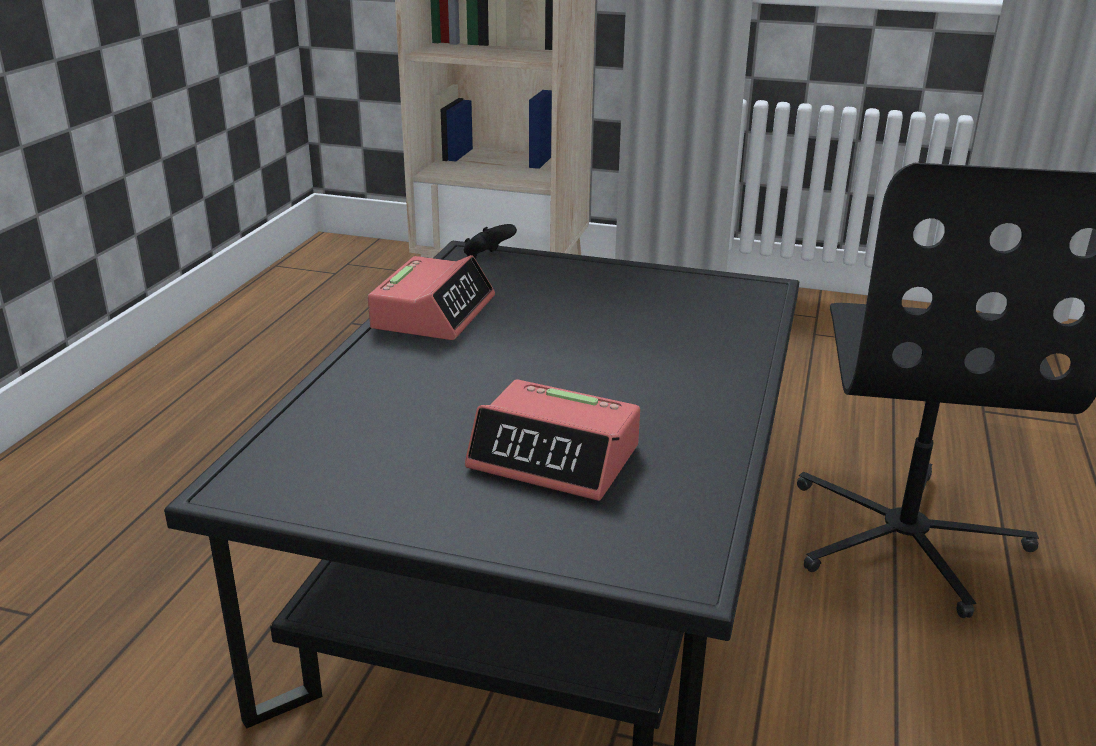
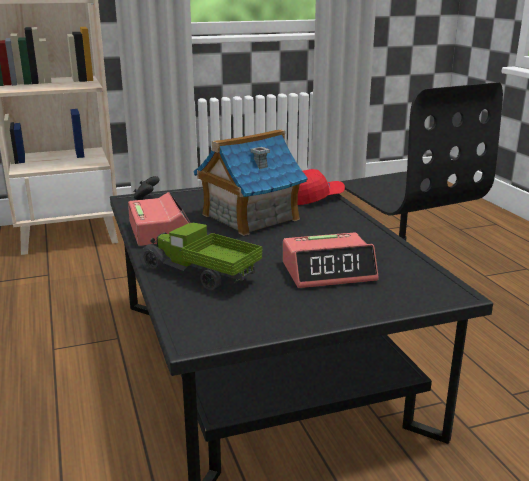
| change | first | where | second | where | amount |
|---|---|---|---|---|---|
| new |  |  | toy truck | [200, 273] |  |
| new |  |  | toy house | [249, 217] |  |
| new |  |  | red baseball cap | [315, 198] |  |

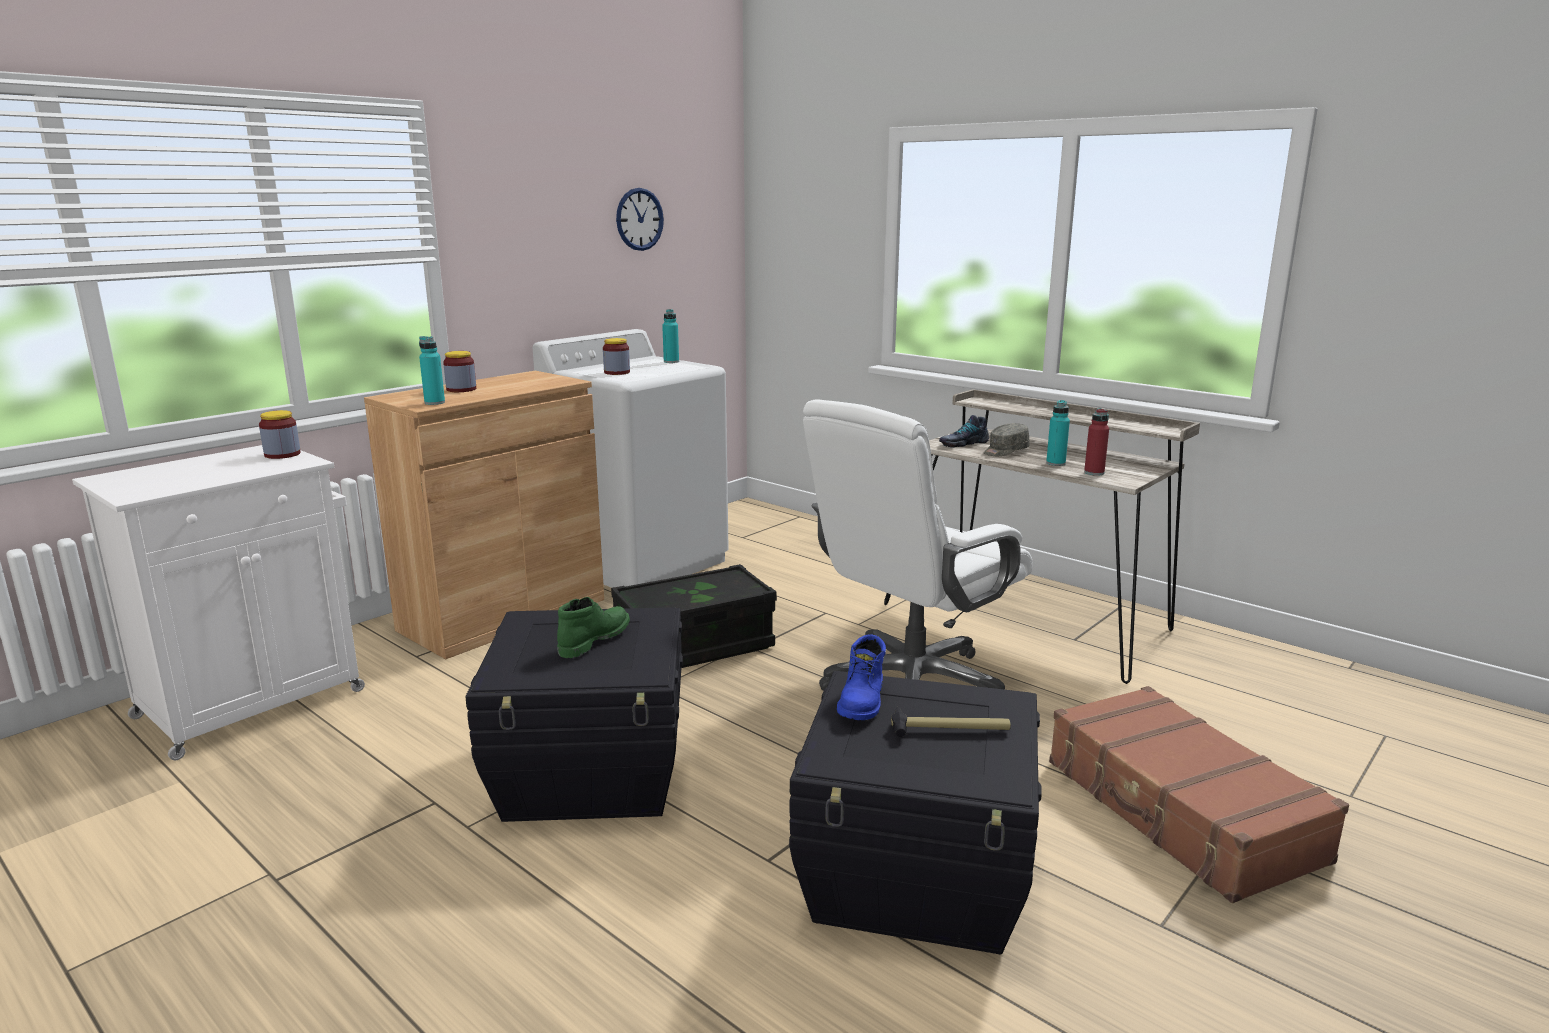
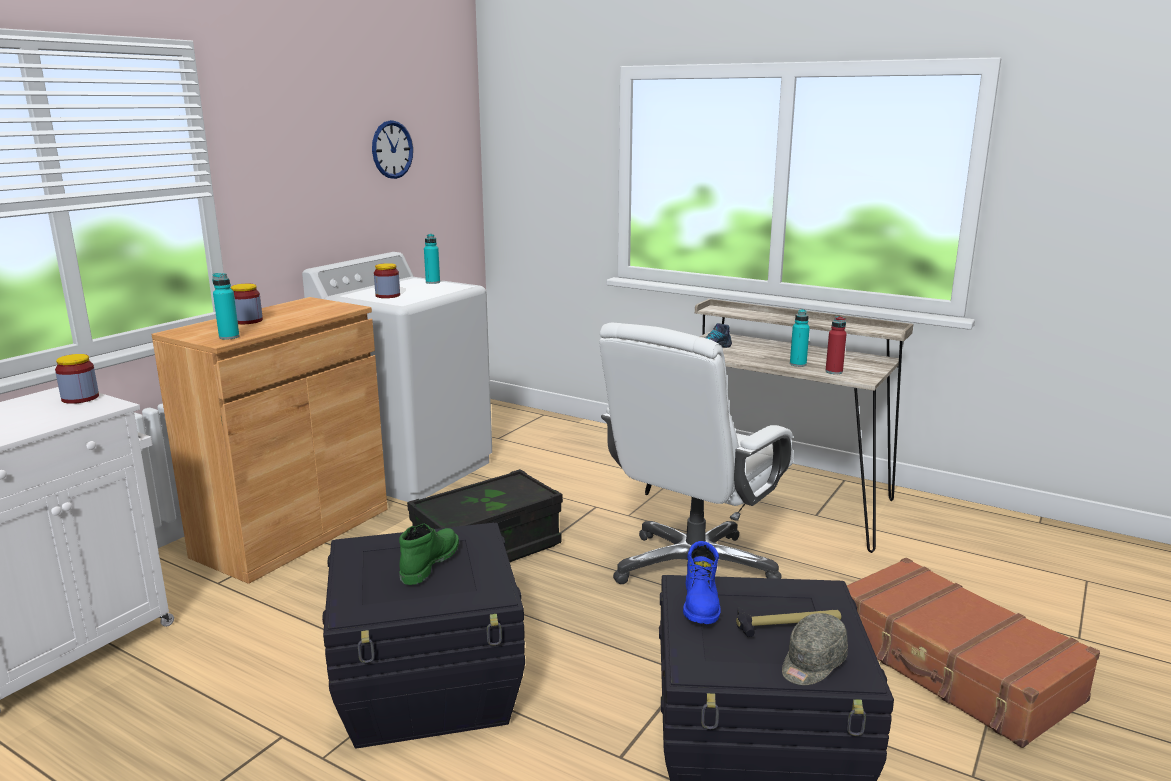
| change | first | where | second | where | amount |
|---|---|---|---|---|---|
| shifted | grey baseball cap | [1005, 451] |  | [812, 664] |  |

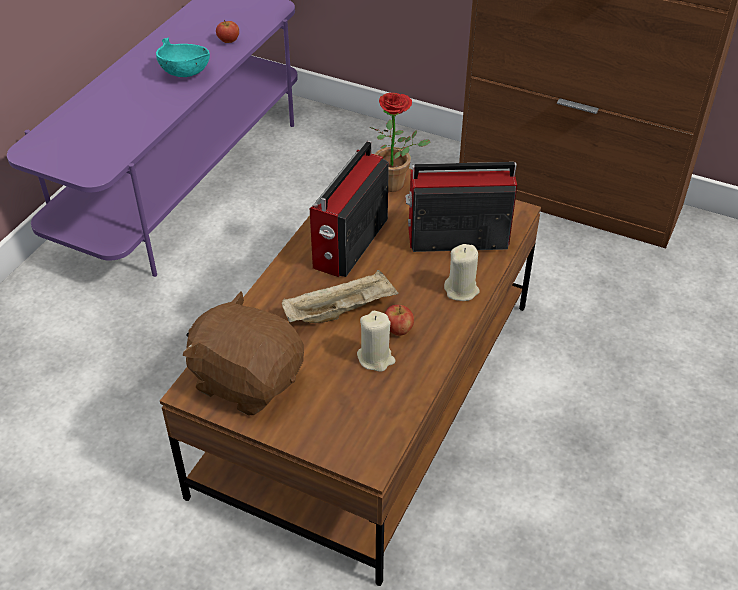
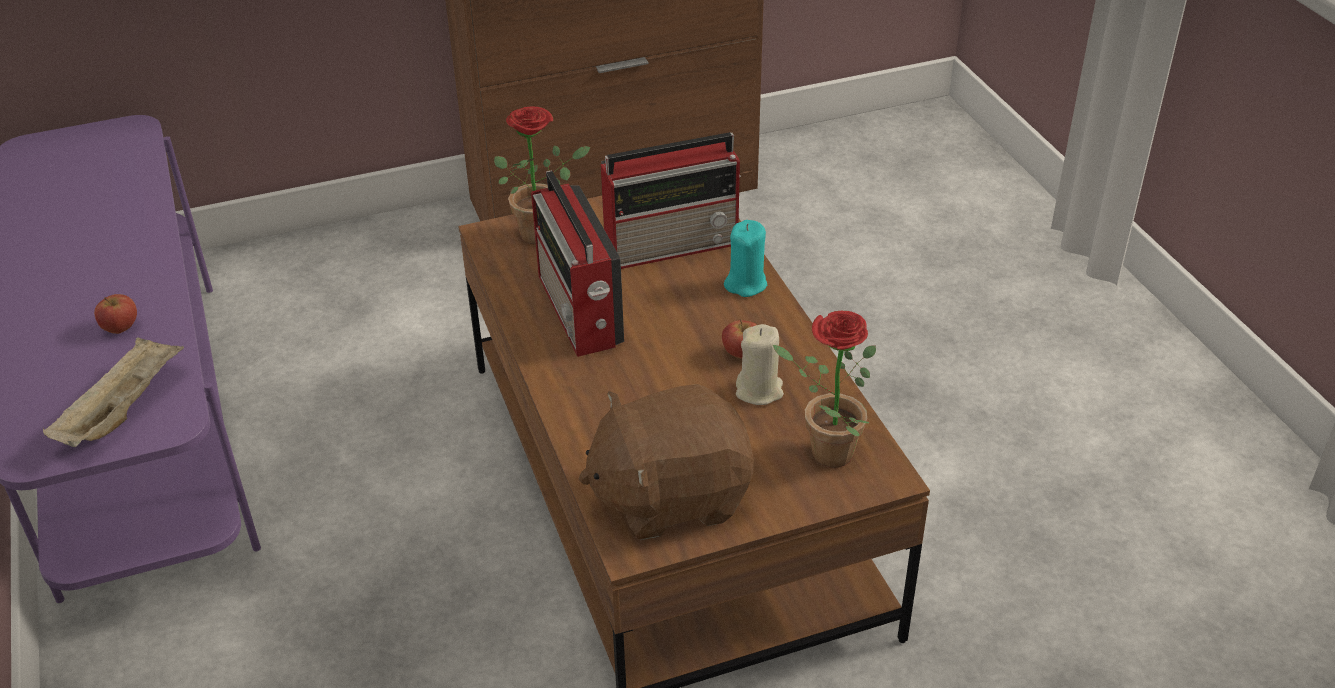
| change | first | where | second | where | amount |
|---|---|---|---|---|---|
| shifted | beige carrying tray | [341, 311] |  | [122, 409] |  |
| shifted | whole apple | [228, 41] |  | [121, 328] |  |
| rotated | radio set | [455, 239] |  | [674, 245] | 150 degrees counterclockwise |
| repainted | beige candle | [461, 290] | blue-green candle | [746, 284] |  |
| new |  |  | houseplant | [822, 452] |  |
| gone | blue-green serving bowl | [186, 72] |  |  |  |

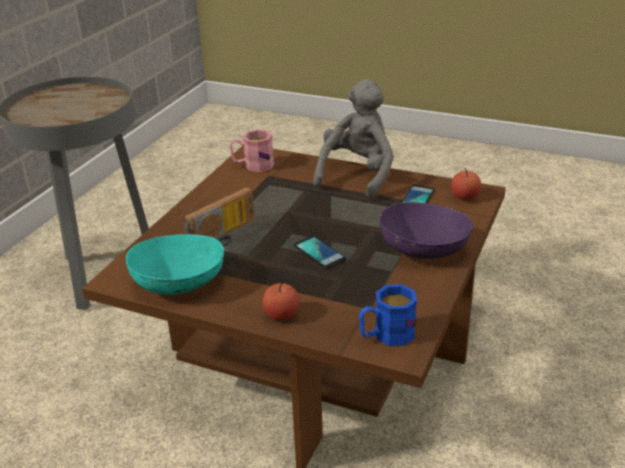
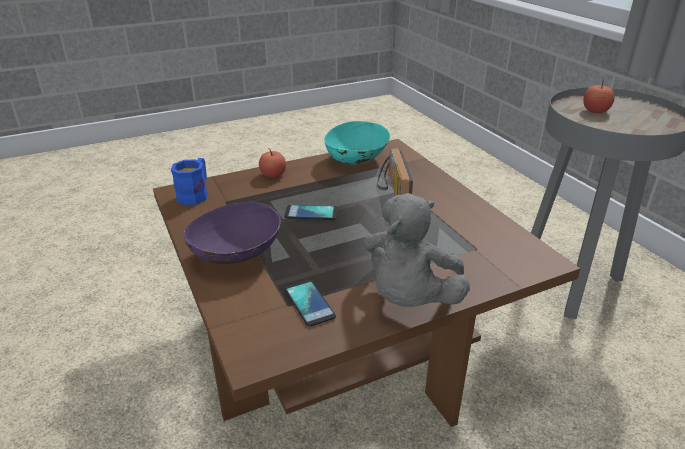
| change | first | where | second | where | amount |
|---|---|---|---|---|---|
| rotated | grey cuddly toy | [357, 175] |  | [410, 298] | 45 degrees clockwise |
| shifted | whole apple | [465, 197] |  | [595, 111] |  |
| gone | pink coffee mug | [253, 165] |  |  |  |

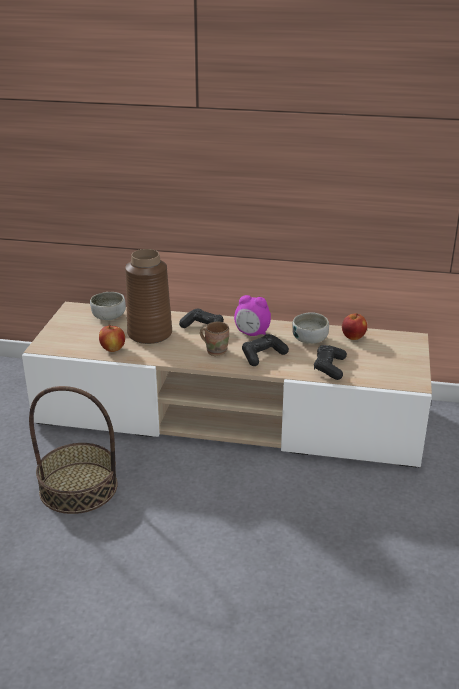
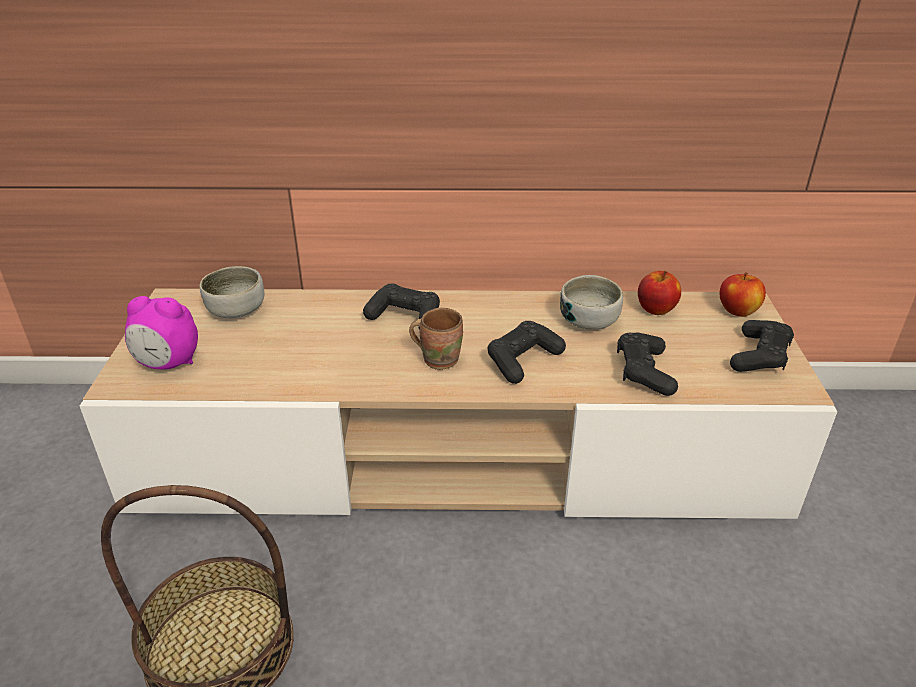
| change | first | where | second | where | amount |
|---|---|---|---|---|---|
| shifted | table clock | [252, 334] |  | [168, 364] |  |
| shifted | whole apple | [113, 349] |  | [738, 311] |  |
| new |  |  | black-coloured game controller | [759, 356] |  |
| gone | brown-coloured vase | [150, 334] |  |  |  |

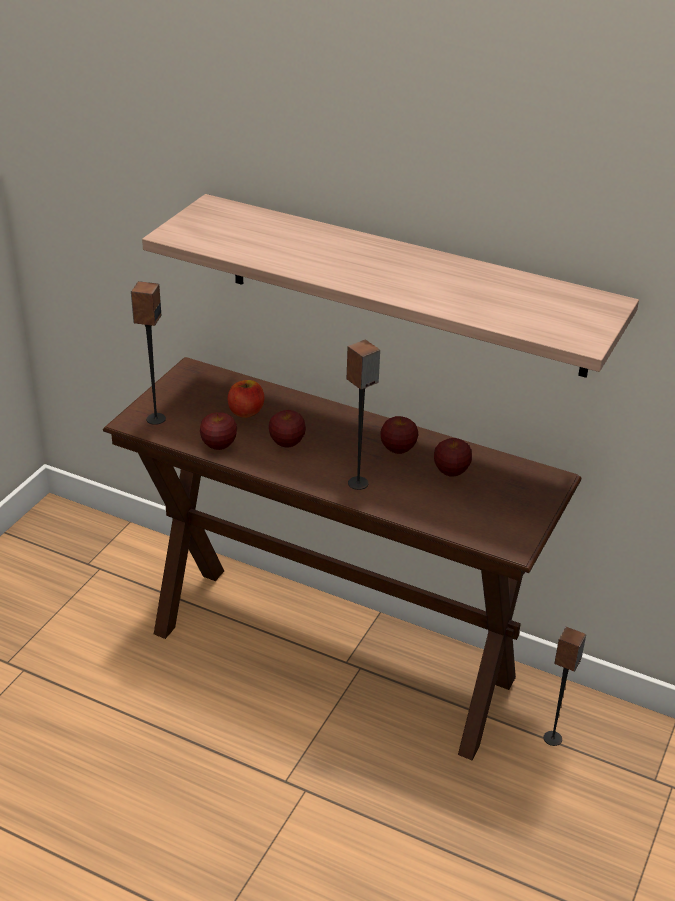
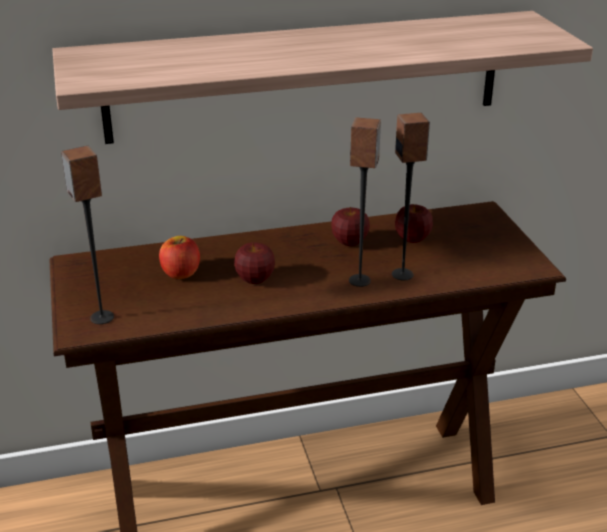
| change | first | where | second | where | amount |
|---|---|---|---|---|---|
| shifted | speaker | [553, 738] |  | [403, 274] |  |
| gone | whole apple | [219, 445] |  |  |  |

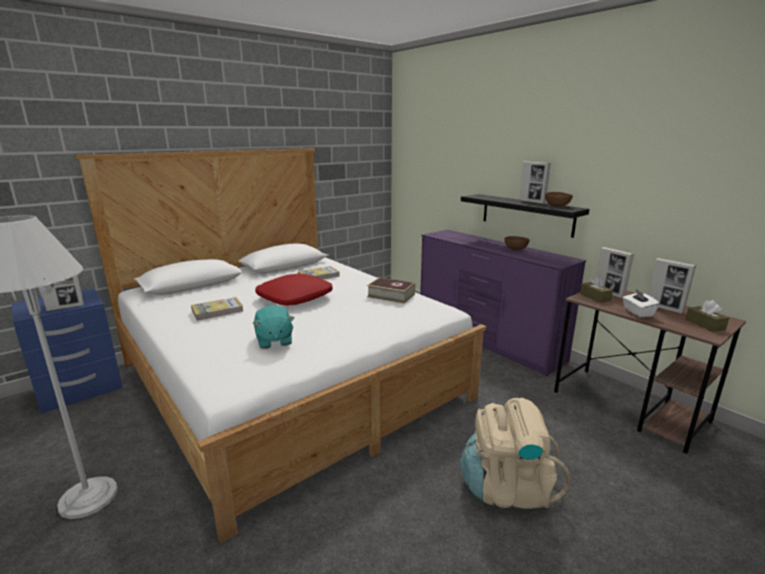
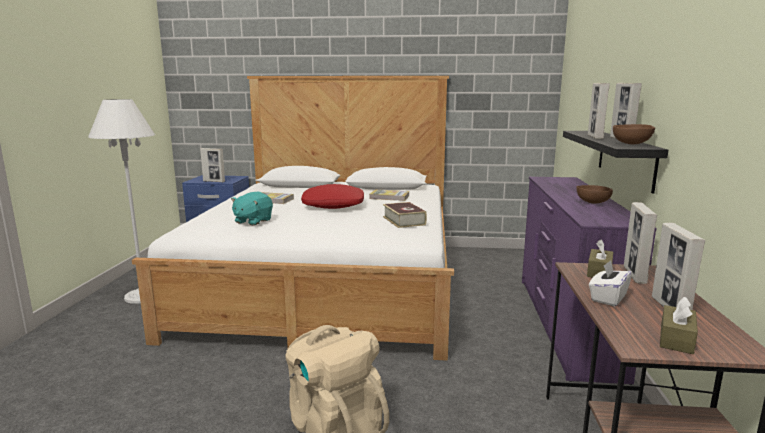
| change | first | where | second | where | amount |
|---|---|---|---|---|---|
| new |  |  | photo frame | [595, 137] |  |

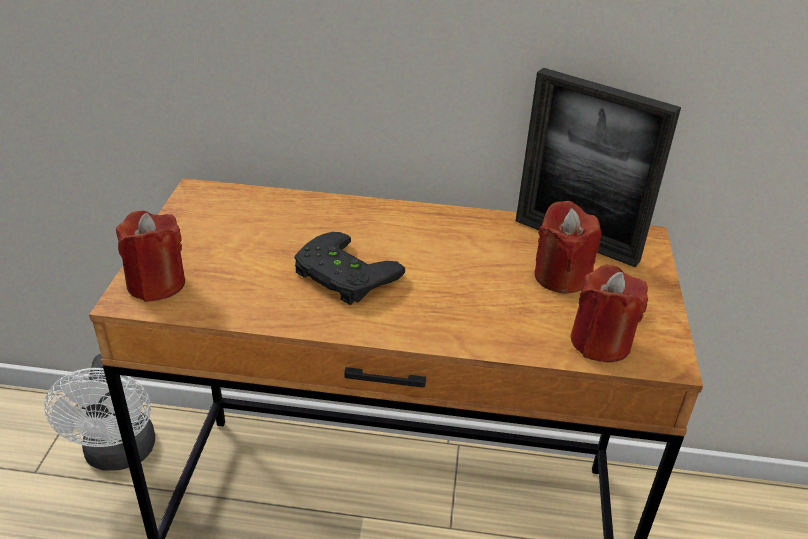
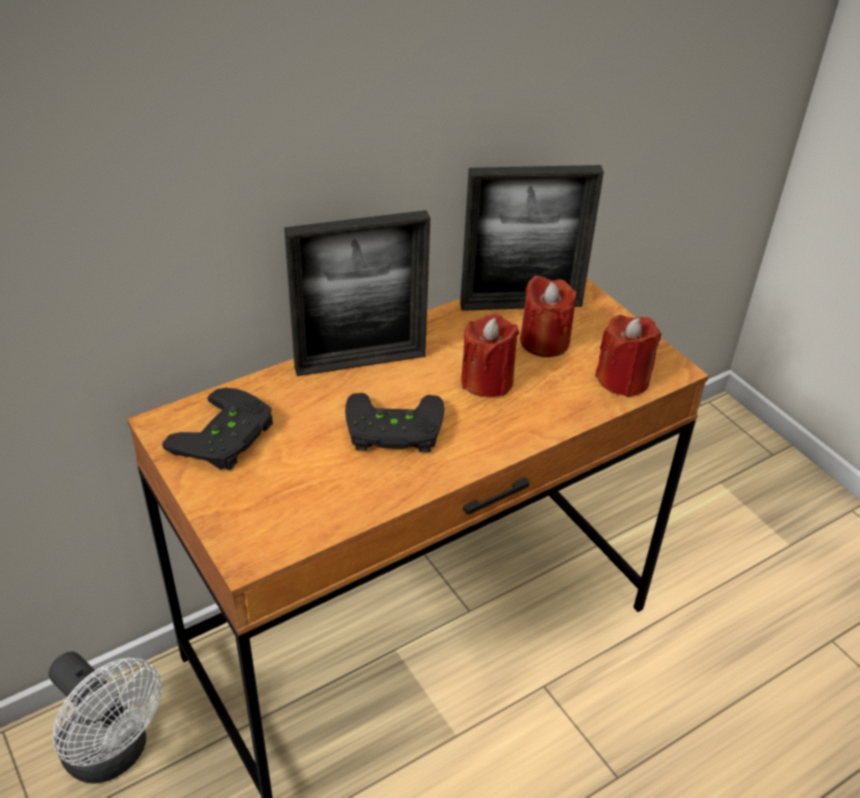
| change | first | where | second | where | amount |
|---|---|---|---|---|---|
| new |  |  | black-coloured game controller | [227, 438] |  |
| new |  |  | photo frame | [360, 362] |  |
| shifted | red candle | [156, 284] |  | [487, 381] |  |

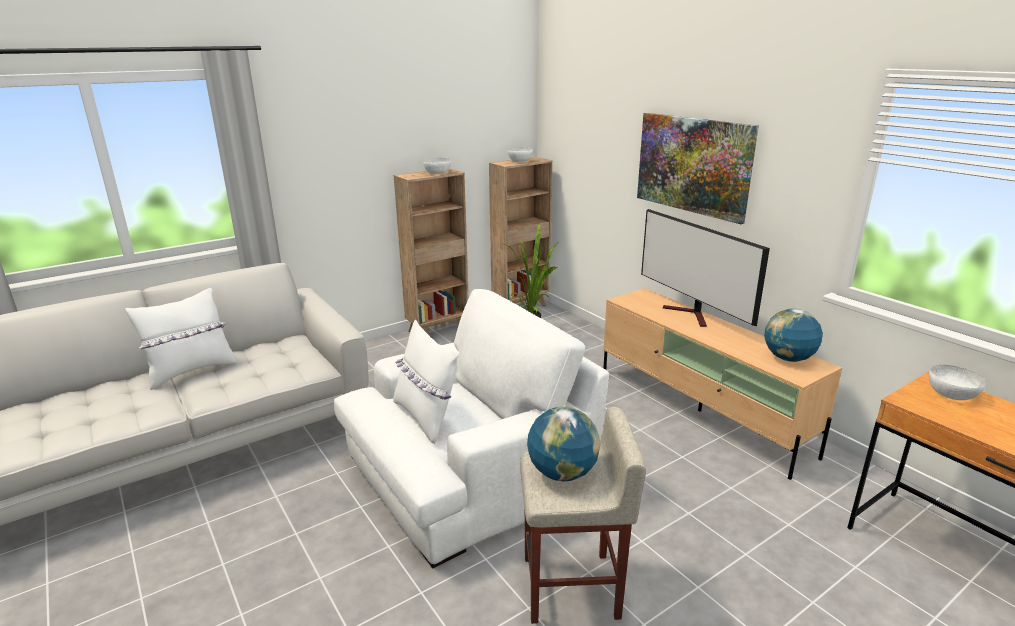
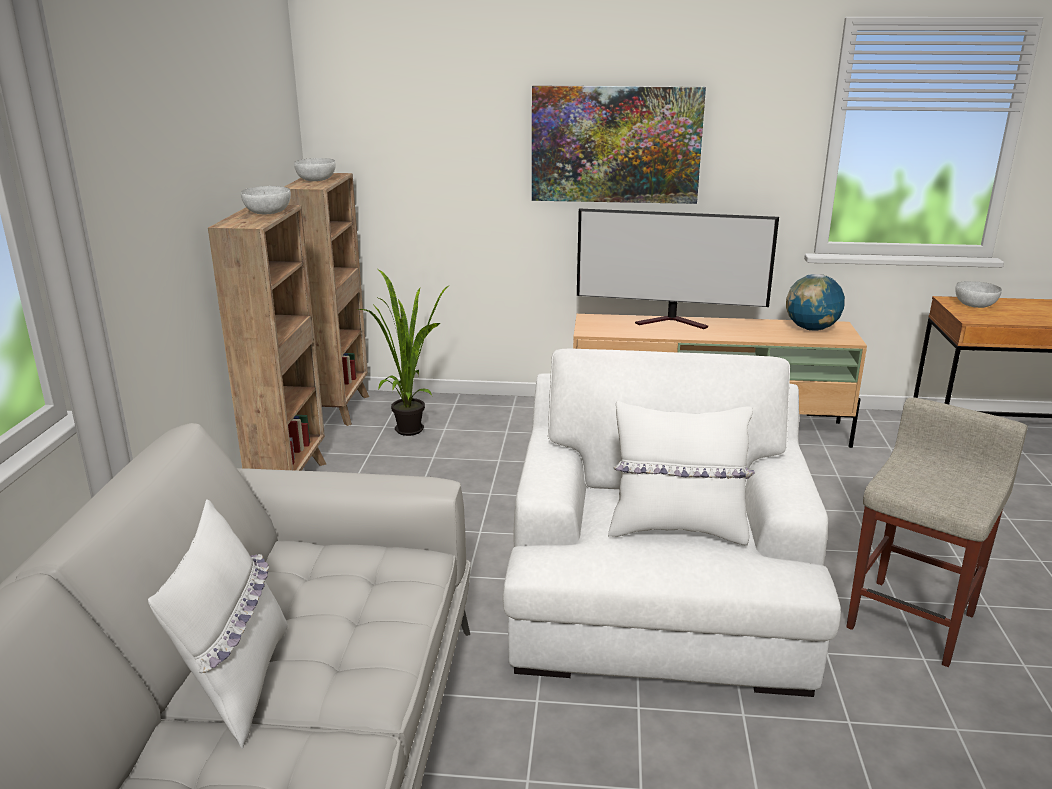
| change | first | where | second | where | amount |
|---|---|---|---|---|---|
| gone | world globe | [562, 473] |  |  |  |

